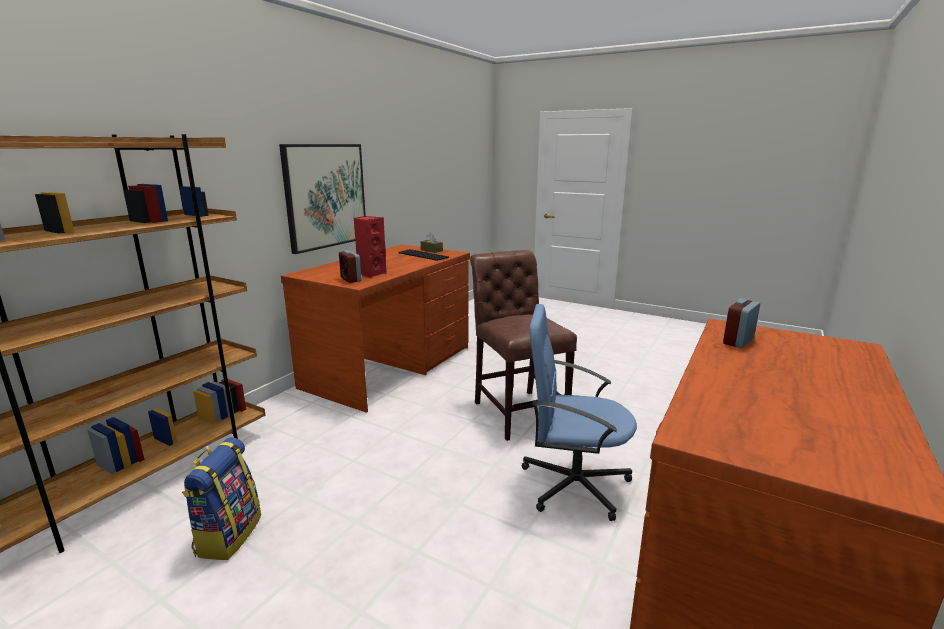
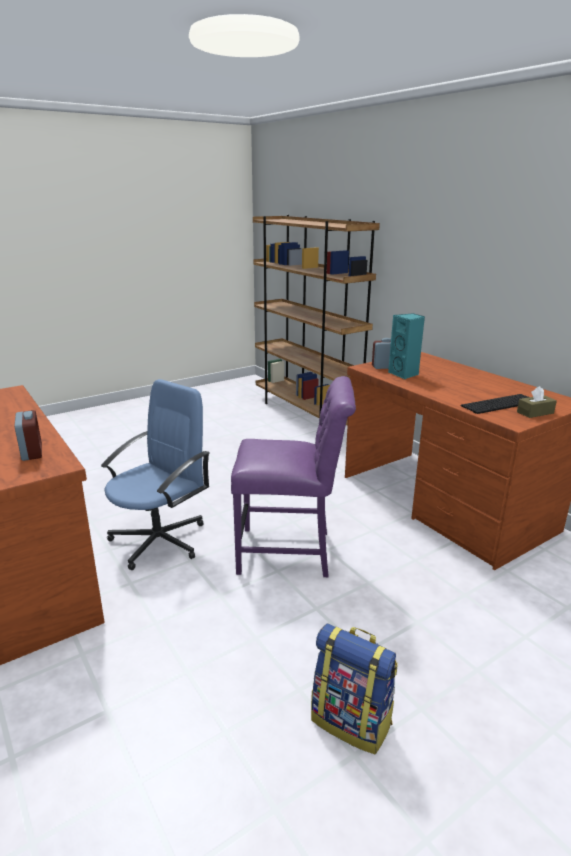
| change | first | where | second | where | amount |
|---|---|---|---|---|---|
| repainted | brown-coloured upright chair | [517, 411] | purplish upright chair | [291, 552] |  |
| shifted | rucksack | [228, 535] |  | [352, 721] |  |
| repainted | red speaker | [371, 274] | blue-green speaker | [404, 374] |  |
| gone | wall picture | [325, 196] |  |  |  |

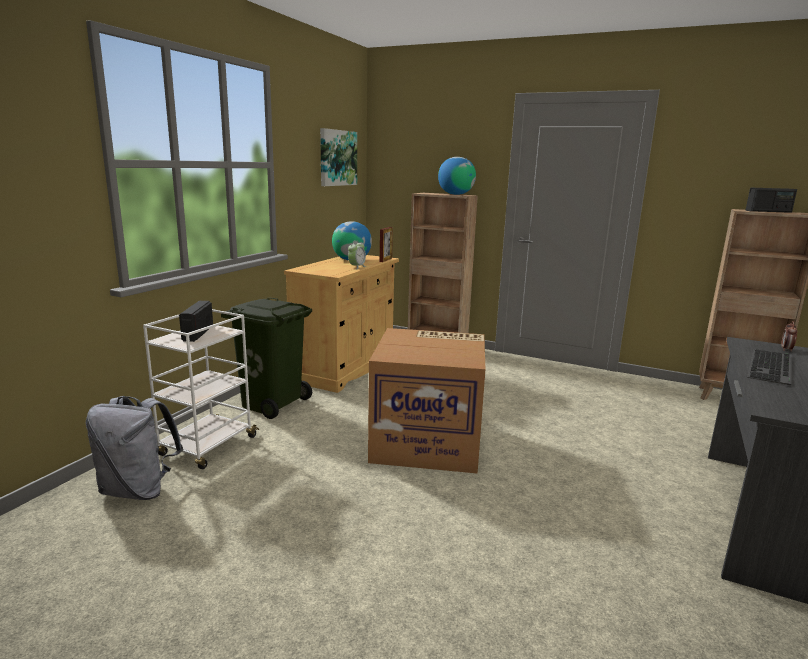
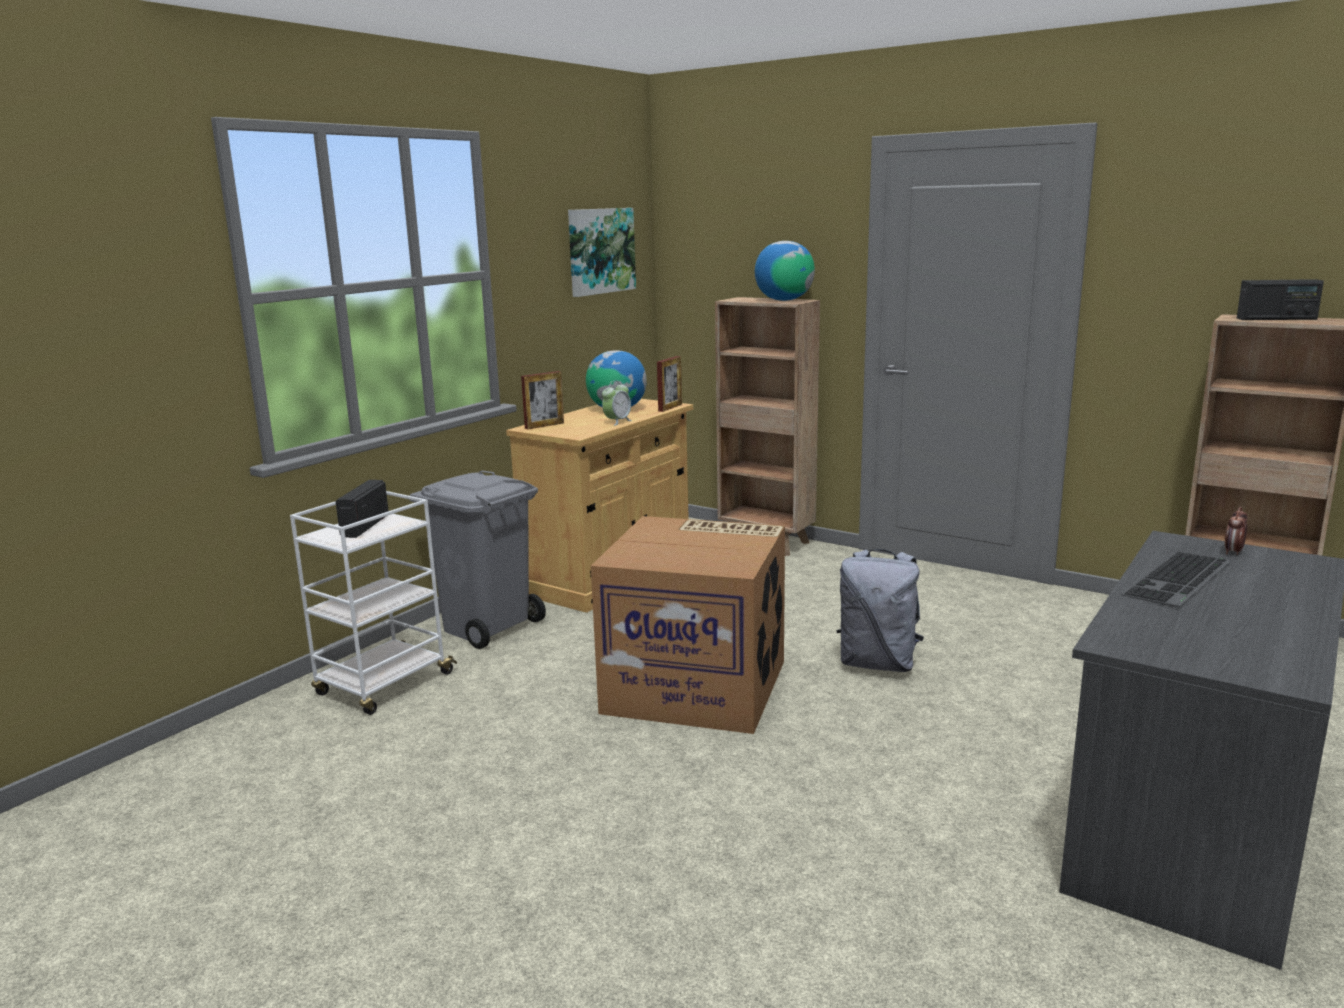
| change | first | where | second | where | amount |
|---|---|---|---|---|---|
| repainted | green-coloured trash can | [272, 403] | grey trash can | [488, 626] |  |
| new |  |  | photo frame | [544, 425] |  |
| shifted | grey rucksack | [138, 490] |  | [878, 664] |  |

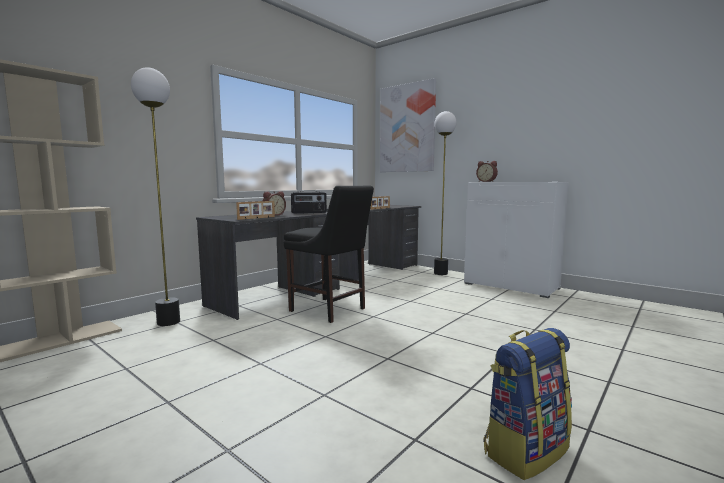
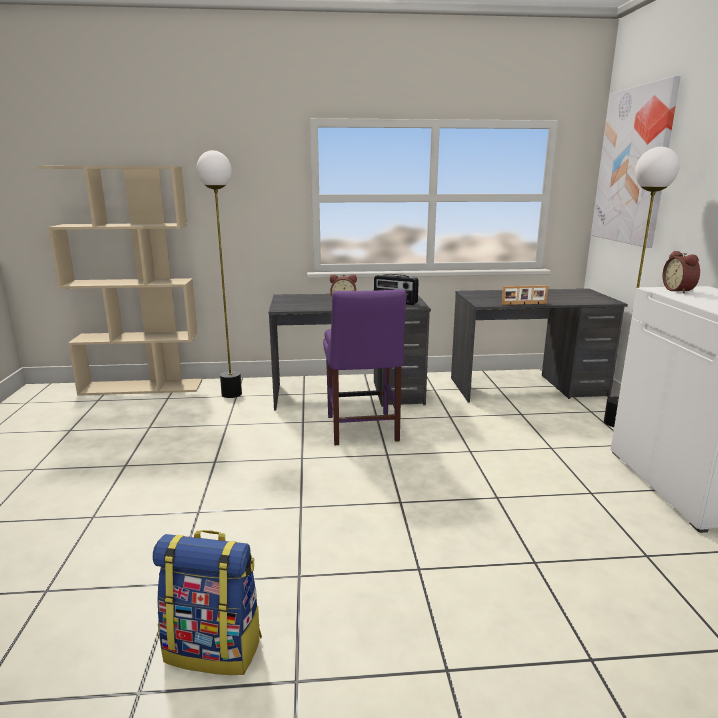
| change | first | where | second | where | amount |
|---|---|---|---|---|---|
| repainted | black-coloured upright chair | [330, 310] | purplish upright chair | [362, 430] |  |
| gone | photo frame | [257, 218] |  |  |  |

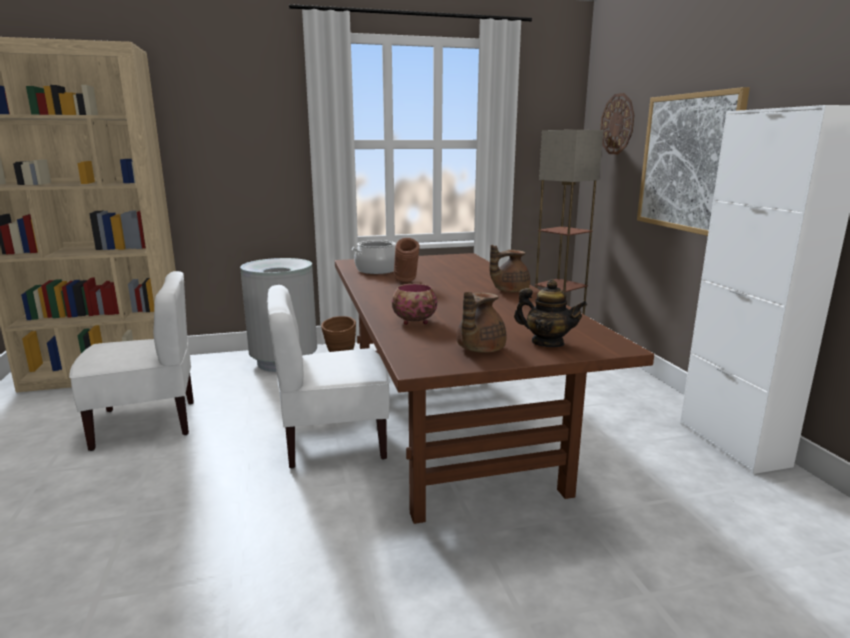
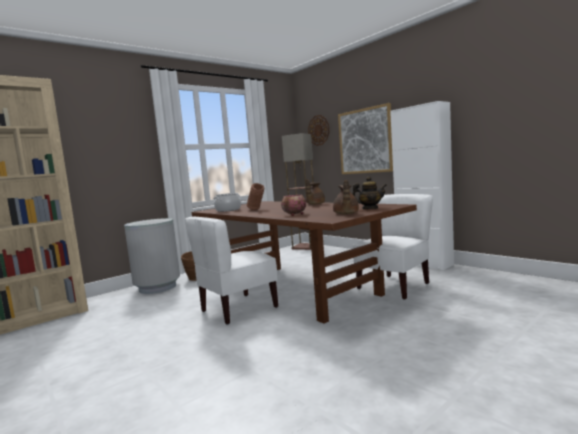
| change | first | where | second | where | amount |
|---|---|---|---|---|---|
| shifted | white upright chair | [146, 424] |  | [394, 286] |  |

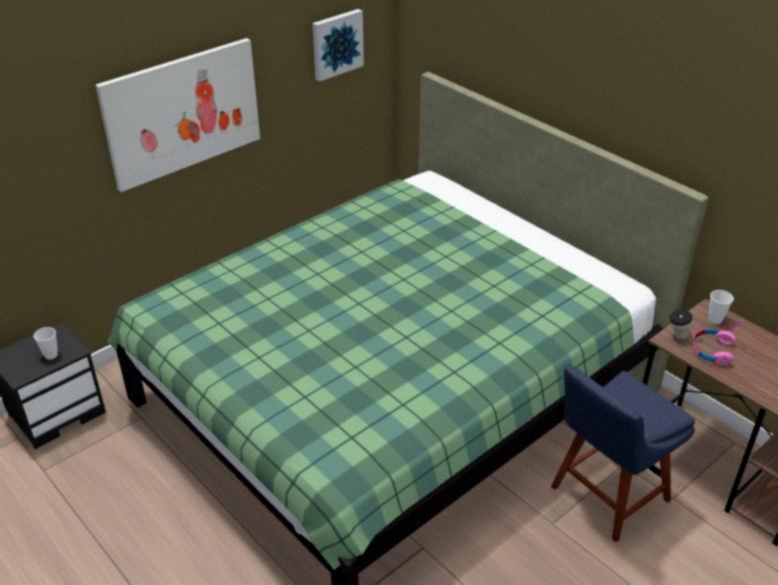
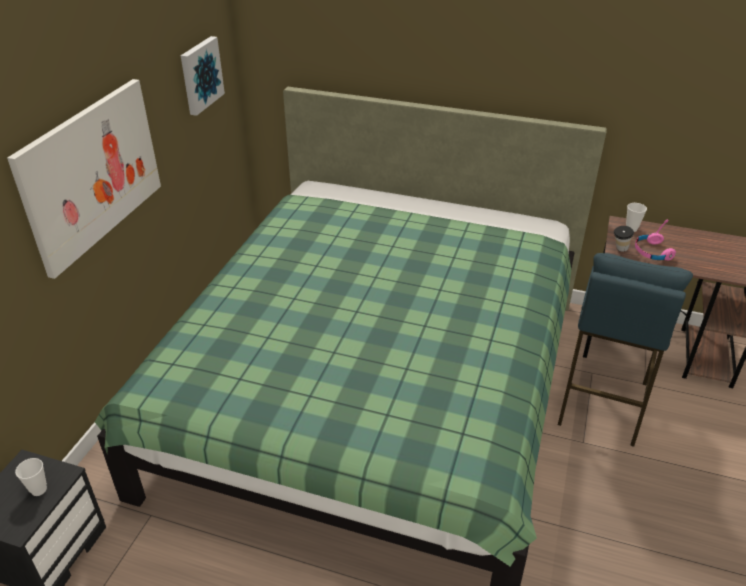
| change | first | where | second | where | amount |
|---|---|---|---|---|---|
| swapped | bluish upright chair | [606, 496] | bluish sitting stool | [601, 403] |  |

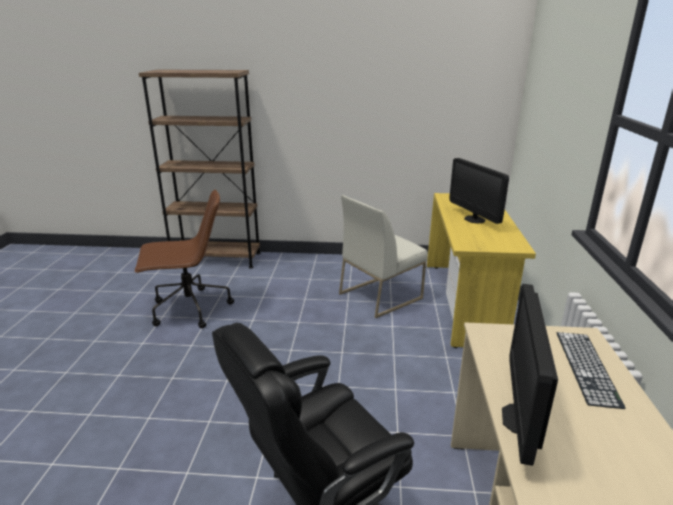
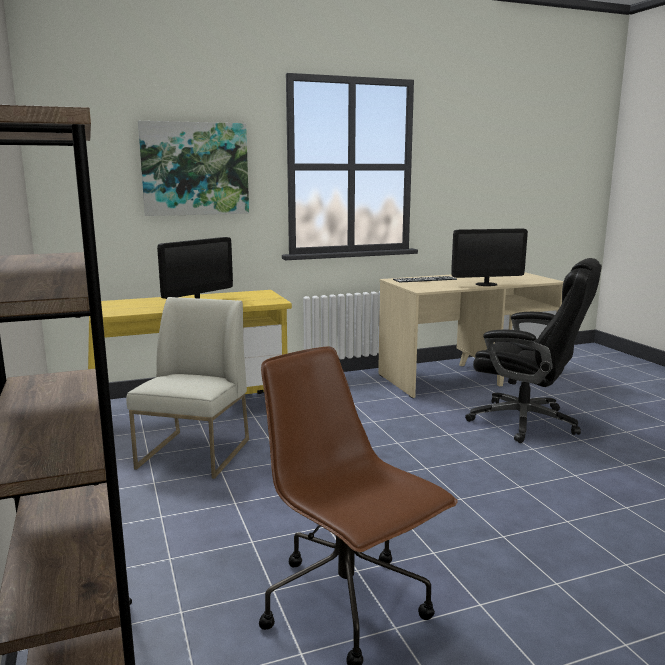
| change | first | where | second | where | amount |
|---|---|---|---|---|---|
| rotated | white upright chair | [380, 295] |  | [195, 454] | 105 degrees counterclockwise |
| new |  |  | wall picture | [195, 169] |  |

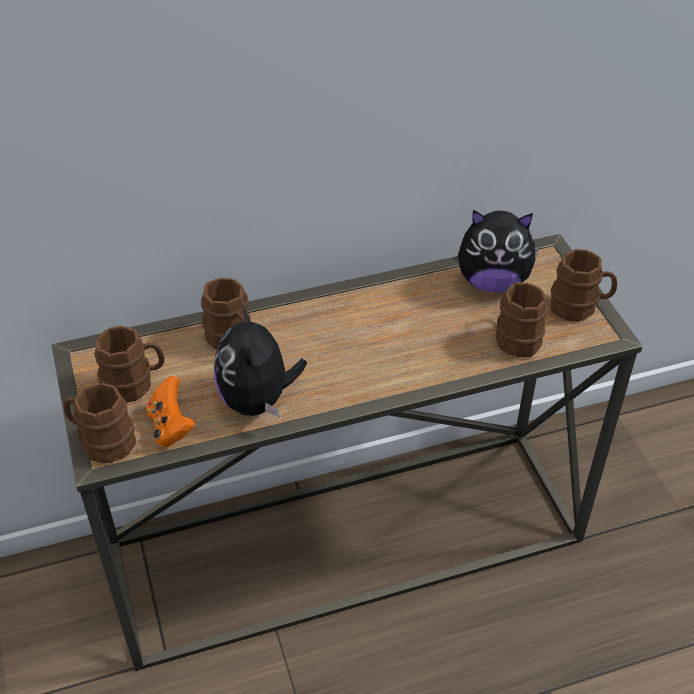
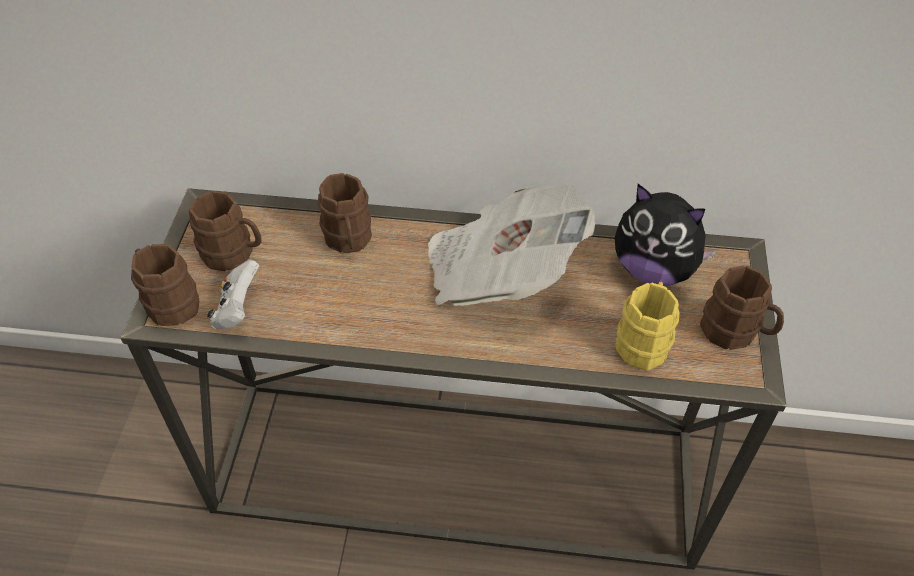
| change | first | where | second | where | amount |
|---|---|---|---|---|---|
| repainted | orange game controller | [171, 427] | white game controller | [237, 310] |  |
| new |  |  | printed paper | [500, 272] |  |
| repainted | brown-coloured coffee mug | [517, 336] | yellow-coloured coffee mug | [644, 340] |  |
| gone | cuddly toy | [258, 401] |  |  |  |

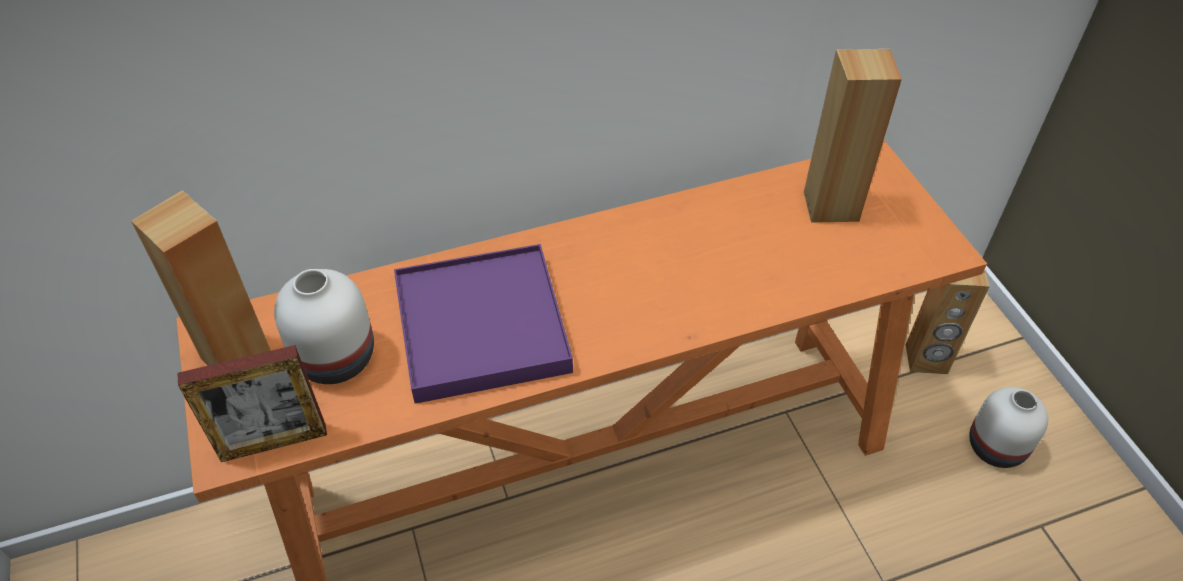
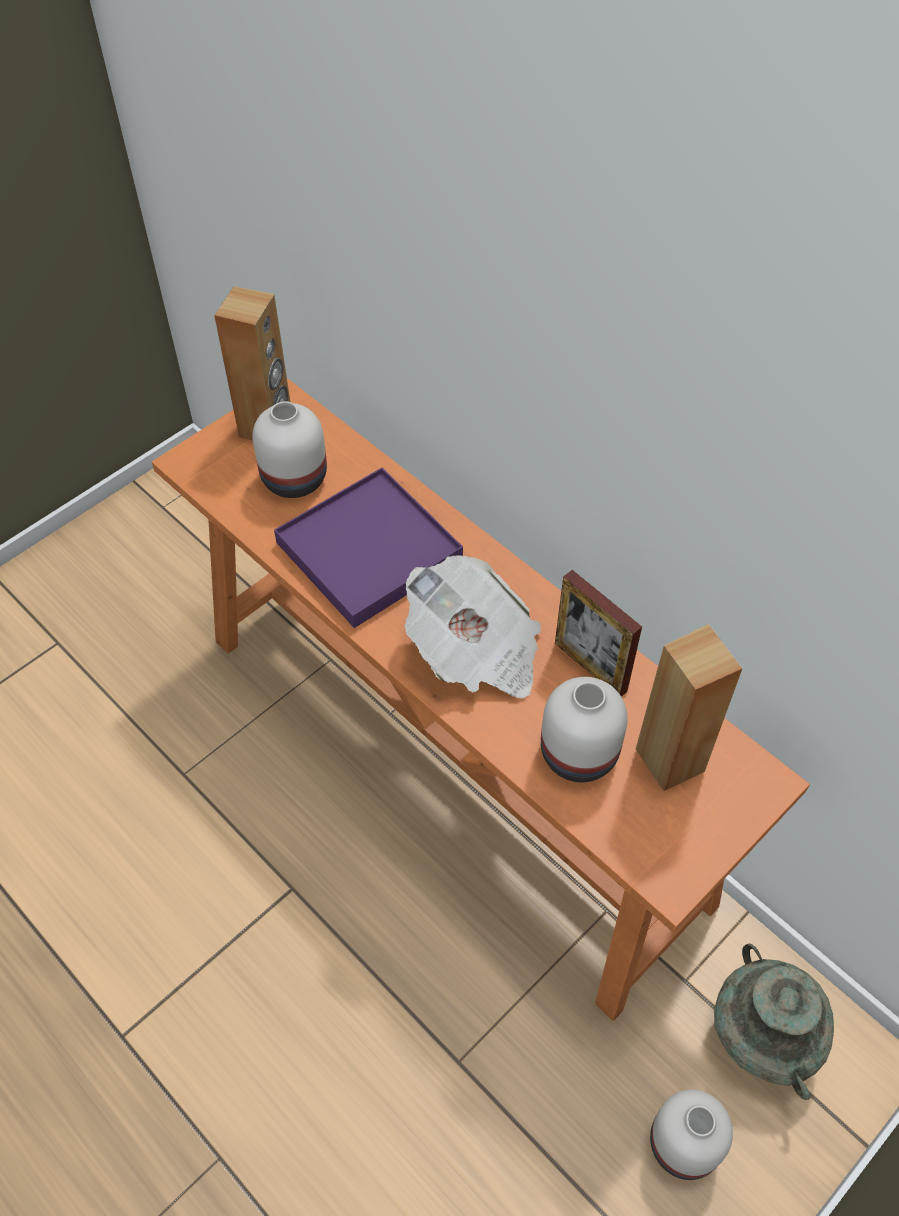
| change | first | where | second | where | amount |
|---|---|---|---|---|---|
| new |  |  | printed paper | [475, 651] |  |
| new |  |  | white vase | [579, 751] |  |
| shifted | photo frame | [274, 442] |  | [590, 667] |  |
| swapped | brown-coloured speaker | [926, 360] | blue-green vase | [762, 1038] |  |

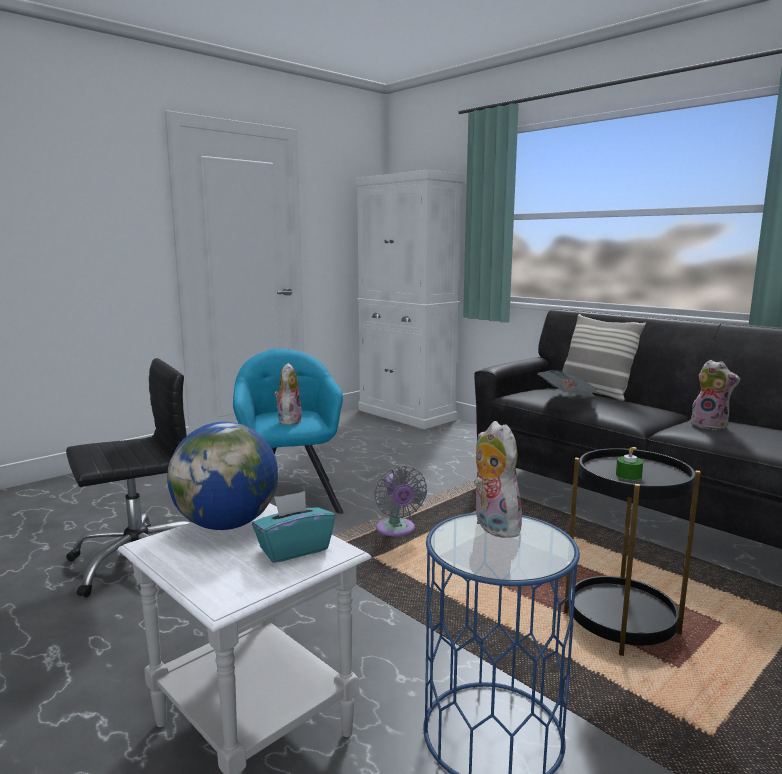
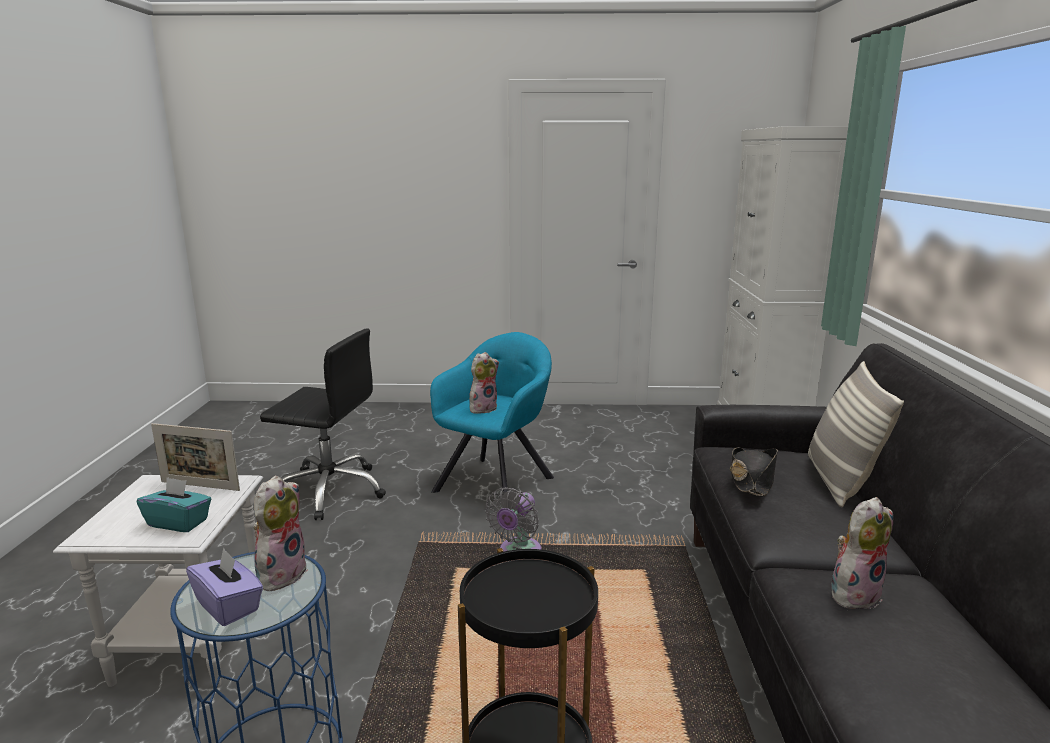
| change | first | where | second | where | amount |
|---|---|---|---|---|---|
| swapped | world globe | [227, 524] | photo frame | [200, 486] |  |
| new |  |  | purplish tissue holder | [229, 606] |  |
| swapped | printed paper | [569, 400] | black-coloured clothing hat | [751, 480] |  |
| rotated | cuddly toy | [710, 426] |  | [854, 593] | 120 degrees counterclockwise |
| gone | green-coloured candle | [628, 475] |  |  |  |

